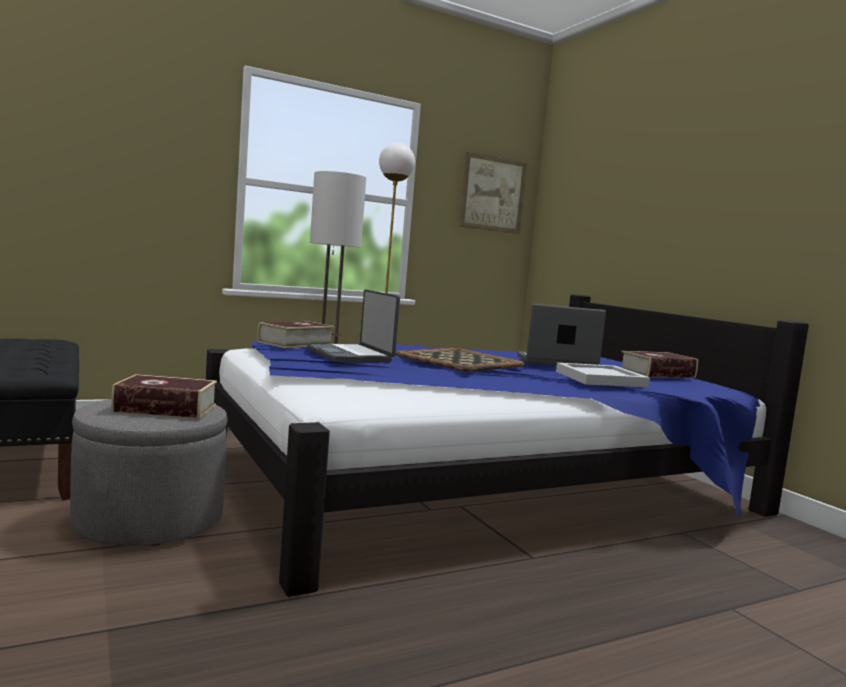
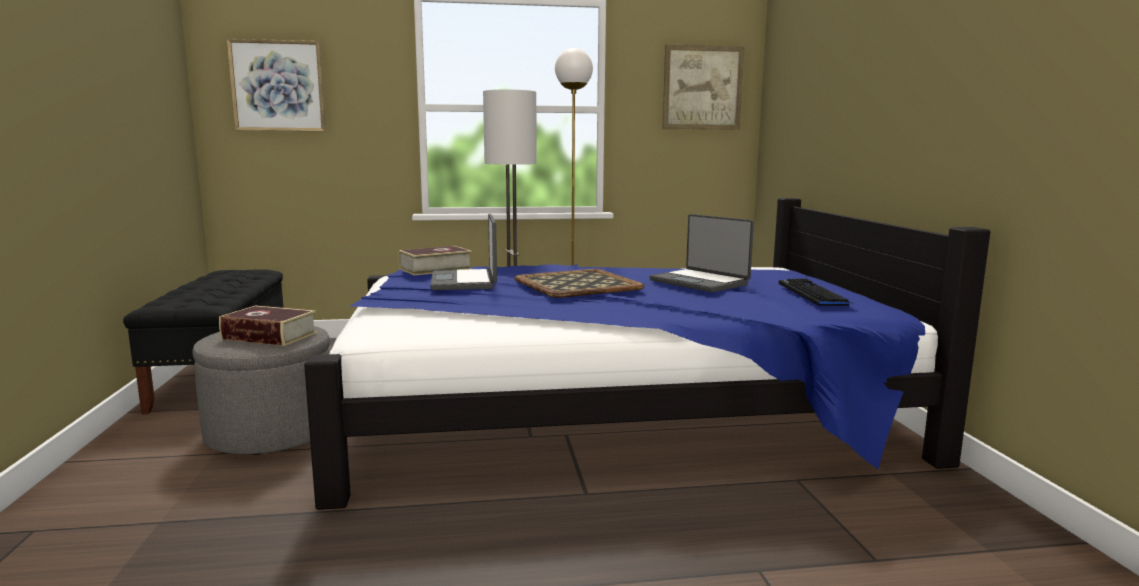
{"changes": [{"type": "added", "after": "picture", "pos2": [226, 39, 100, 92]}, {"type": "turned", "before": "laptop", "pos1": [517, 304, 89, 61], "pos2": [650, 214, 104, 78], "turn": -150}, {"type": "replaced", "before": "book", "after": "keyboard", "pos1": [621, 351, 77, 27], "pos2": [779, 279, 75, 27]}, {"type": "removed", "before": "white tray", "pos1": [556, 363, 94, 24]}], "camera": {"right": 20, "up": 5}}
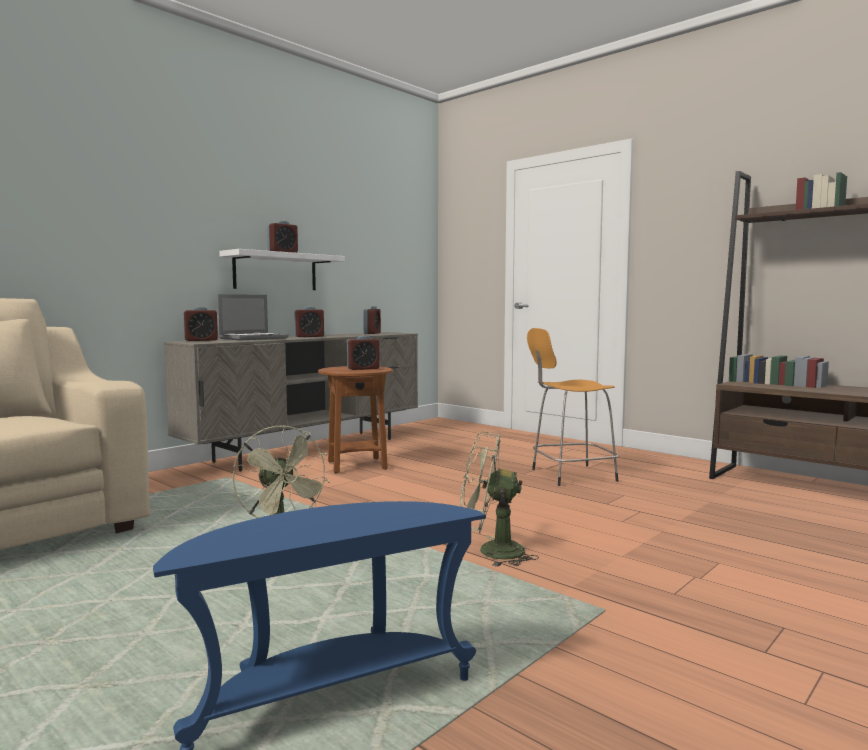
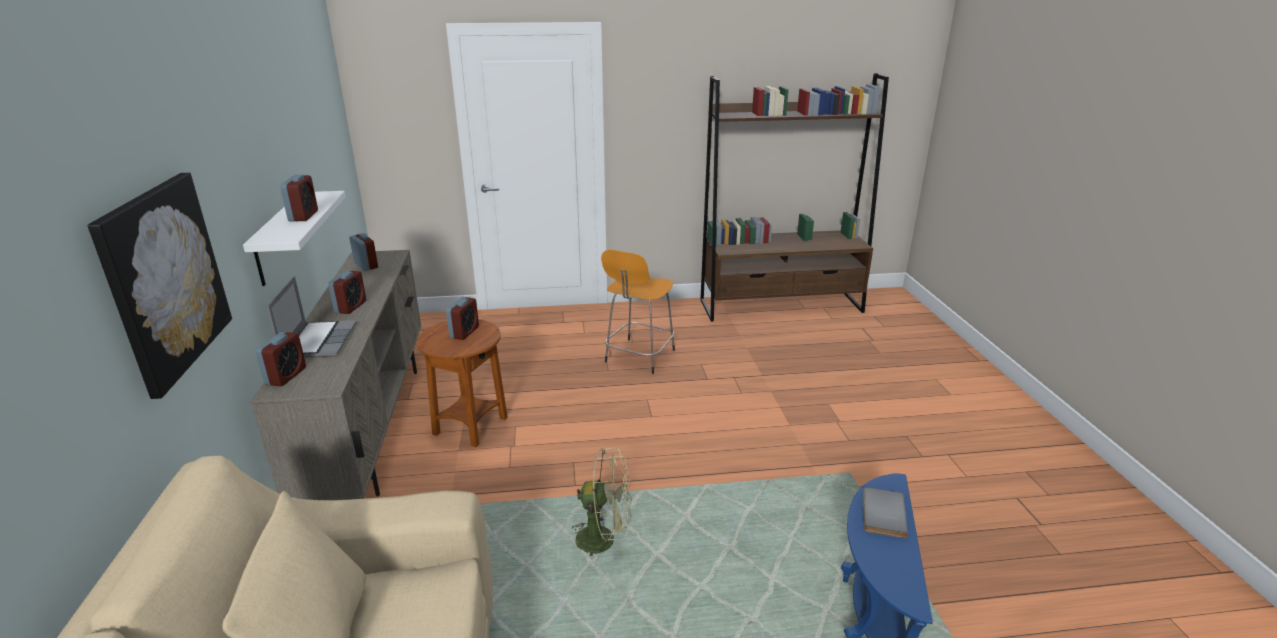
{"changes": [{"type": "added", "after": "picture", "pos2": [87, 173, 145, 226]}, {"type": "added", "after": "grey book", "pos2": [863, 487, 45, 52]}, {"type": "removed", "before": "green fan", "pos1": [460, 431, 79, 136]}], "camera": {"right": -50, "up": 20}}
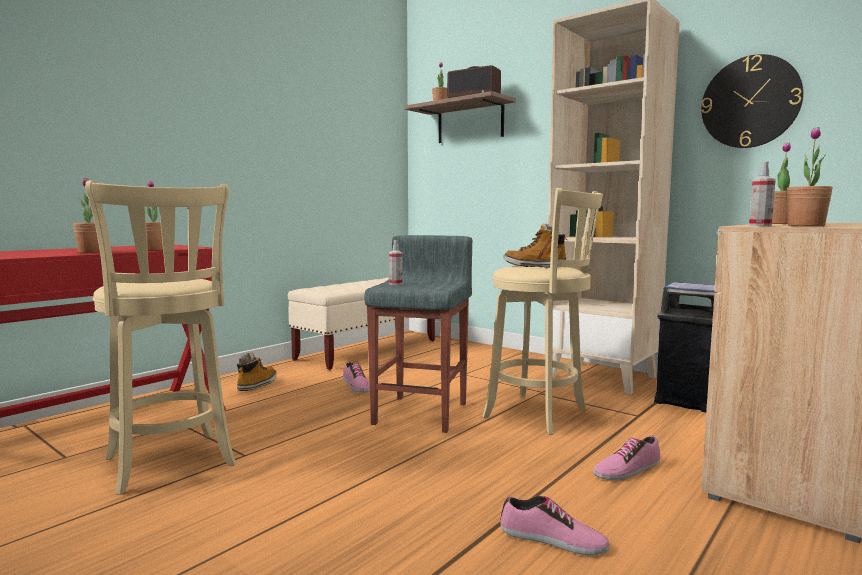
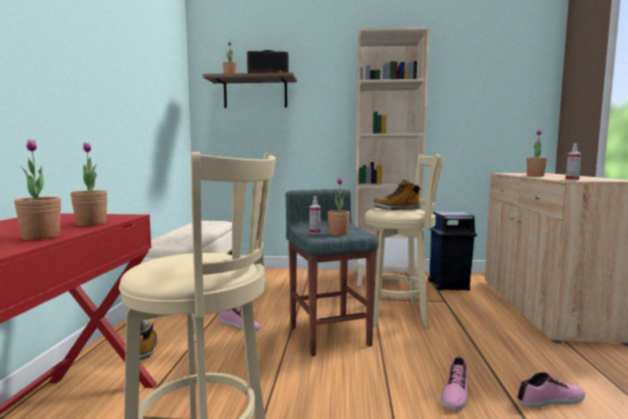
{"changes": [{"type": "moved", "before": "potted plant", "pos1": [787, 127, 46, 99], "pos2": [328, 178, 22, 57]}, {"type": "moved", "before": "shoe", "pos1": [593, 436, 67, 44], "pos2": [440, 356, 28, 54]}, {"type": "removed", "before": "wall clock", "pos1": [701, 54, 103, 94]}], "camera": {"right": -35, "up": 0}}
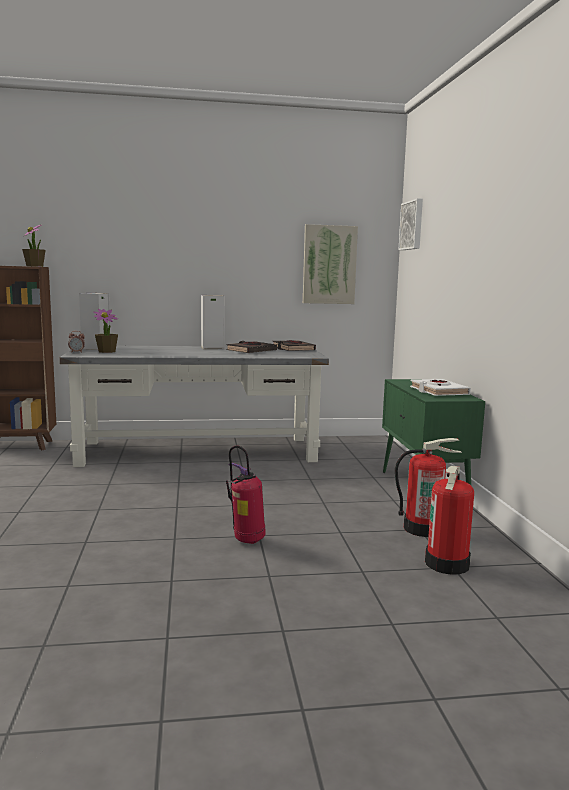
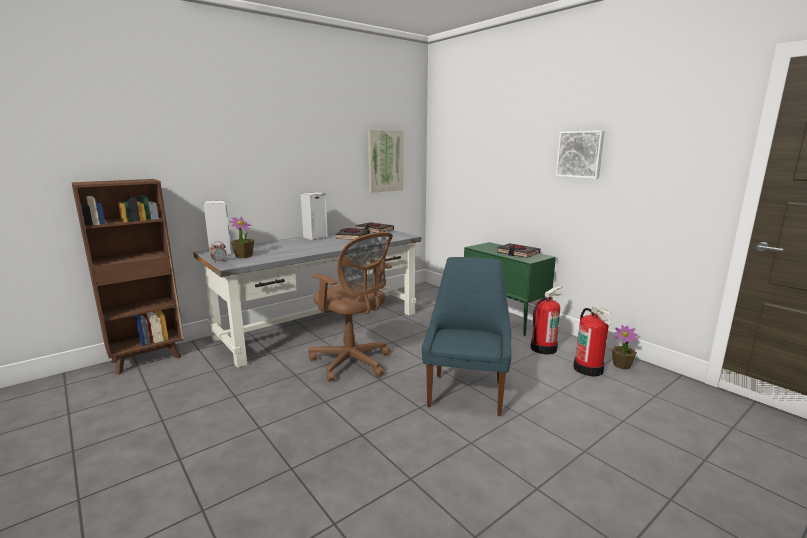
{"changes": [{"type": "added", "after": "brown office chair", "pos2": [308, 232, 85, 150]}, {"type": "replaced", "before": "fire extinguisher", "after": "blue chair", "pos1": [226, 445, 40, 99], "pos2": [422, 257, 90, 159]}, {"type": "recoloured", "before": "white book", "after": "black book", "pos1": [410, 379, 61, 17], "pos2": [497, 243, 43, 15]}, {"type": "moved", "before": "picture", "pos1": [398, 198, 25, 52], "pos2": [556, 131, 49, 48]}, {"type": "moved", "before": "potted plant", "pos1": [22, 225, 24, 42], "pos2": [612, 325, 26, 44]}], "camera": {"right": -30, "up": 5}}
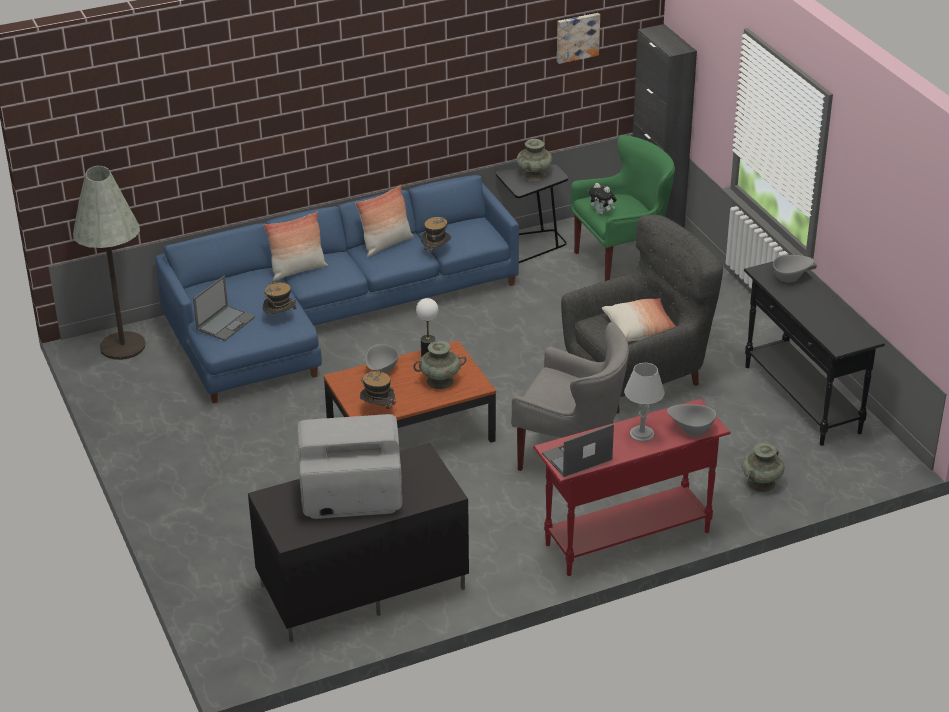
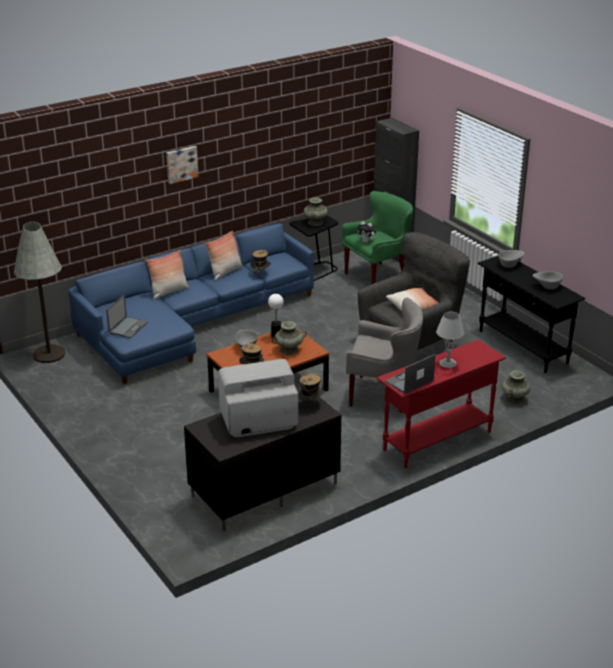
{"changes": [{"type": "moved", "before": "picture", "pos1": [557, 13, 43, 51], "pos2": [166, 146, 32, 38]}, {"type": "moved", "before": "hat", "pos1": [262, 280, 35, 34], "pos2": [297, 372, 27, 29]}, {"type": "moved", "before": "grey bowl", "pos1": [667, 404, 49, 32], "pos2": [533, 271, 30, 19]}], "camera": {"right": -10, "up": -5}}
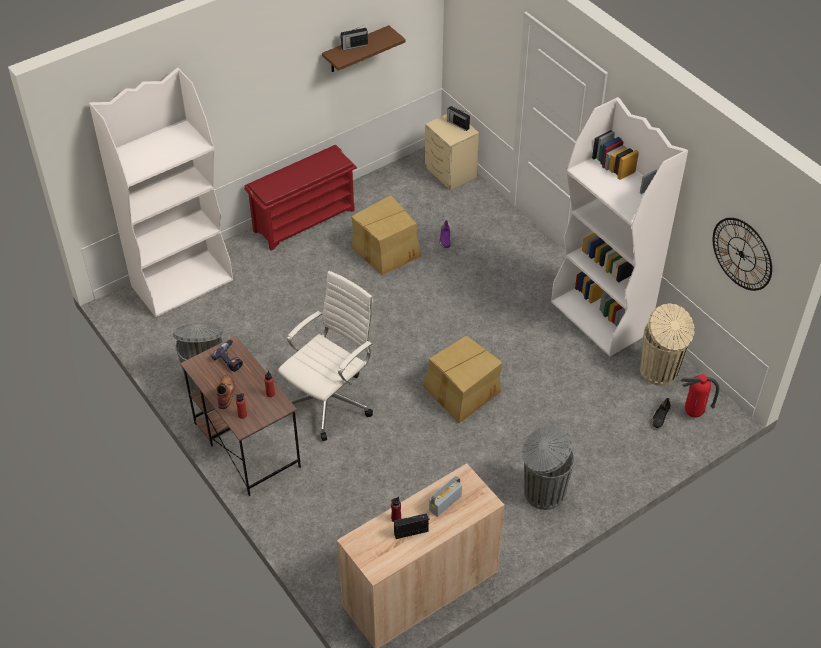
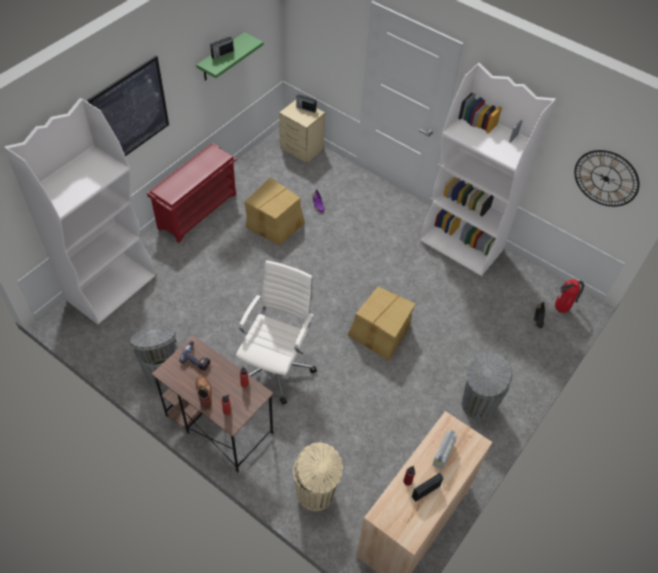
{"changes": [{"type": "added", "after": "picture", "pos2": [88, 55, 81, 101]}, {"type": "recoloured", "before": "brown shelf", "after": "green shelf", "pos1": [322, 25, 84, 47], "pos2": [196, 32, 68, 49]}, {"type": "moved", "before": "beige trash can", "pos1": [640, 303, 55, 83], "pos2": [293, 443, 50, 68]}], "camera": {"right": -20, "up": 5}}
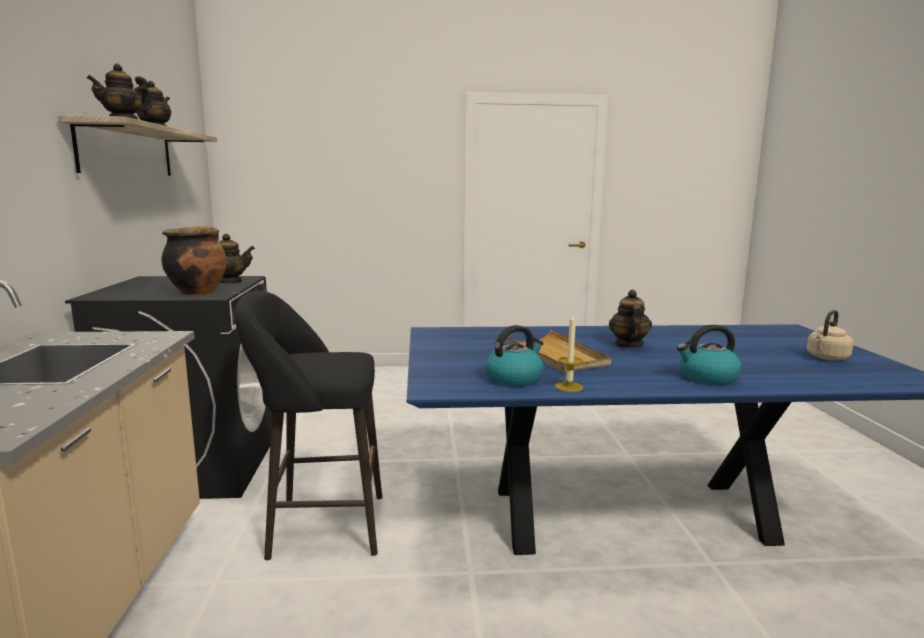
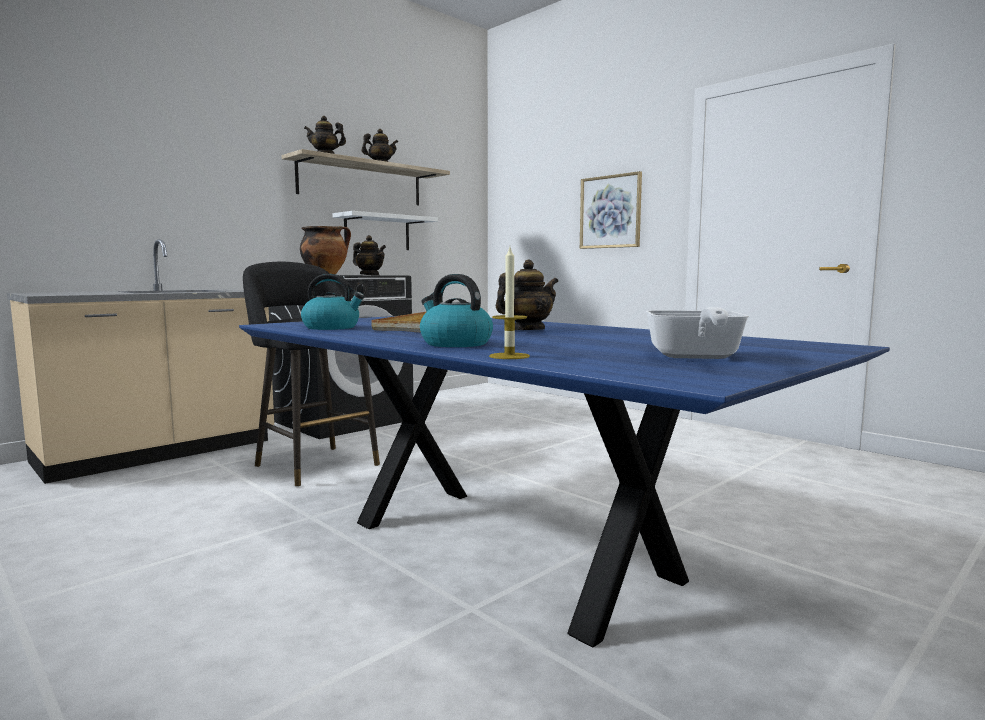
{"changes": [{"type": "added", "after": "white shelf", "pos2": [332, 211, 106, 39]}, {"type": "moved", "before": "candle", "pos1": [555, 314, 29, 78], "pos2": [489, 247, 41, 112]}, {"type": "added", "after": "picture", "pos2": [580, 171, 62, 78]}, {"type": "replaced", "before": "beige kettle", "after": "frying pan", "pos1": [807, 310, 47, 50], "pos2": [646, 307, 103, 52]}], "camera": {"right": 50, "up": -5}}
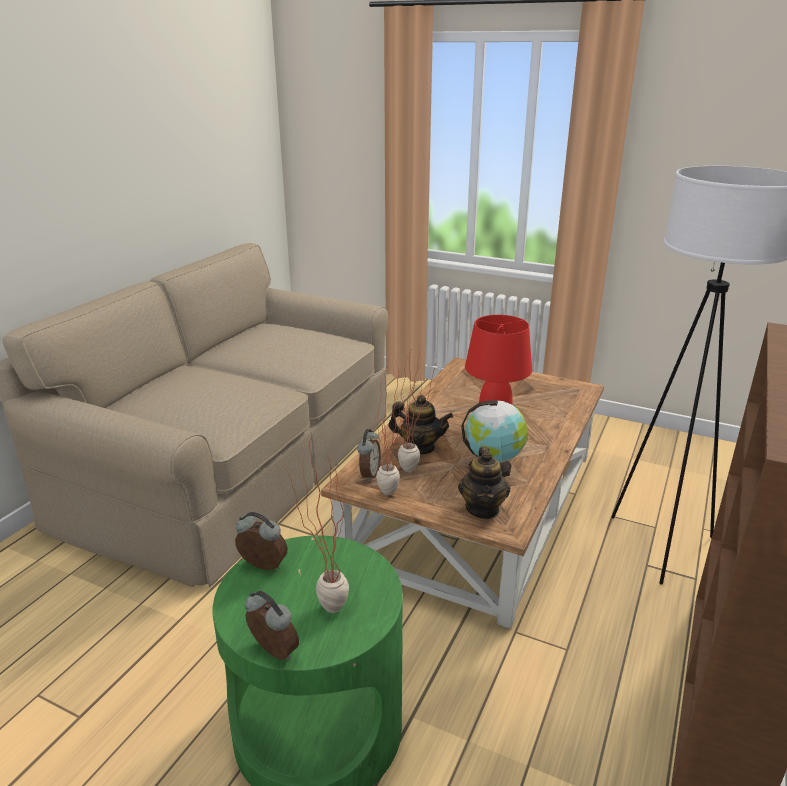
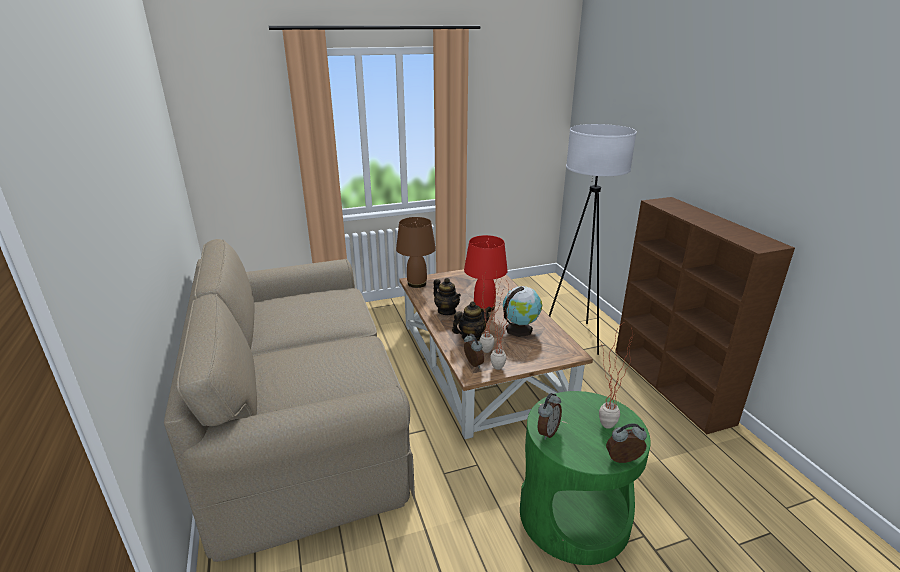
{"changes": [{"type": "added", "after": "brown table lamp", "pos2": [396, 217, 40, 71]}, {"type": "moved", "before": "teapot", "pos1": [458, 447, 53, 72], "pos2": [433, 278, 28, 37]}, {"type": "turned", "before": "alarm clock", "pos1": [235, 512, 52, 58], "pos2": [538, 393, 24, 47], "turn": 150}], "camera": {"right": -45, "up": 0}}
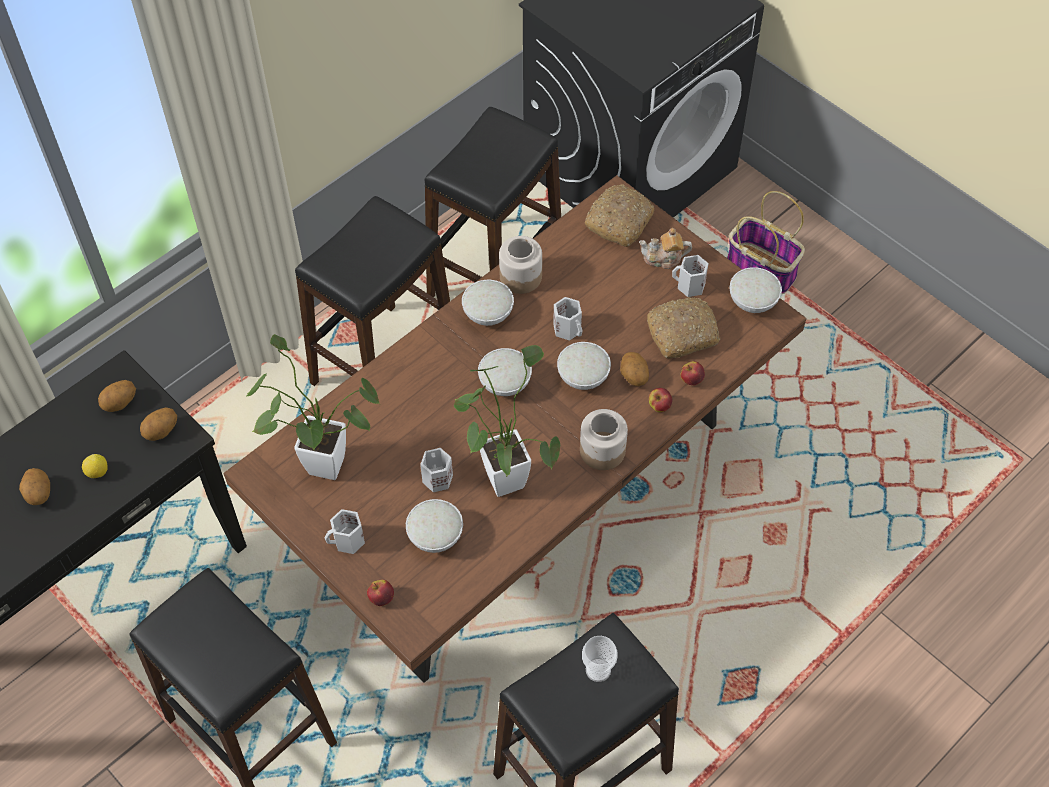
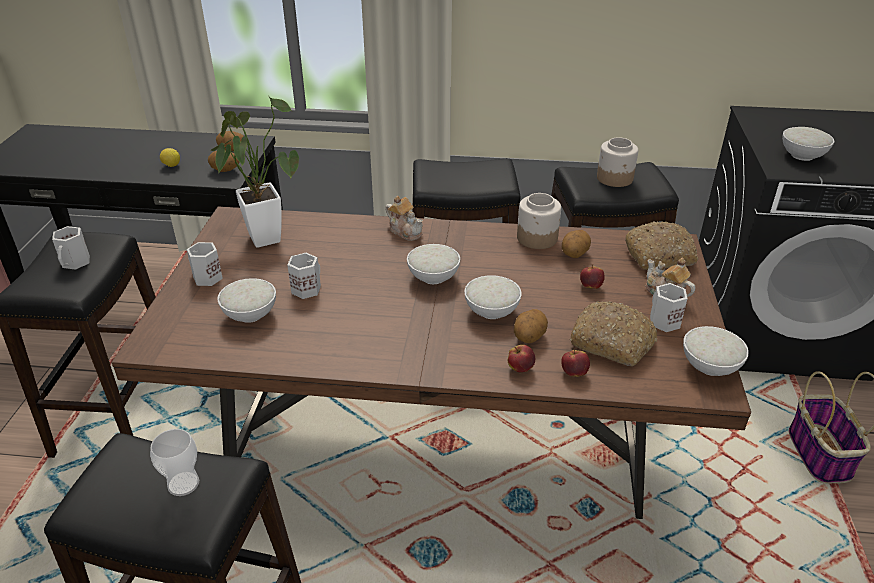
{"changes": [{"type": "moved", "before": "white mug", "pos1": [553, 297, 30, 44], "pos2": [52, 226, 38, 44]}, {"type": "added", "after": "teapot", "pos2": [385, 196, 38, 45]}, {"type": "moved", "before": "potato", "pos1": [19, 468, 31, 37], "pos2": [562, 230, 29, 28]}, {"type": "moved", "before": "apple", "pos1": [367, 580, 27, 26], "pos2": [580, 264, 25, 25]}, {"type": "moved", "before": "jar", "pos1": [580, 409, 48, 61], "pos2": [597, 137, 41, 50]}, {"type": "moved", "before": "white bowl", "pos1": [462, 280, 52, 46], "pos2": [782, 127, 52, 34]}, {"type": "removed", "before": "potted plant", "pos1": [454, 345, 106, 152]}], "camera": {"right": 50, "up": -20}}
